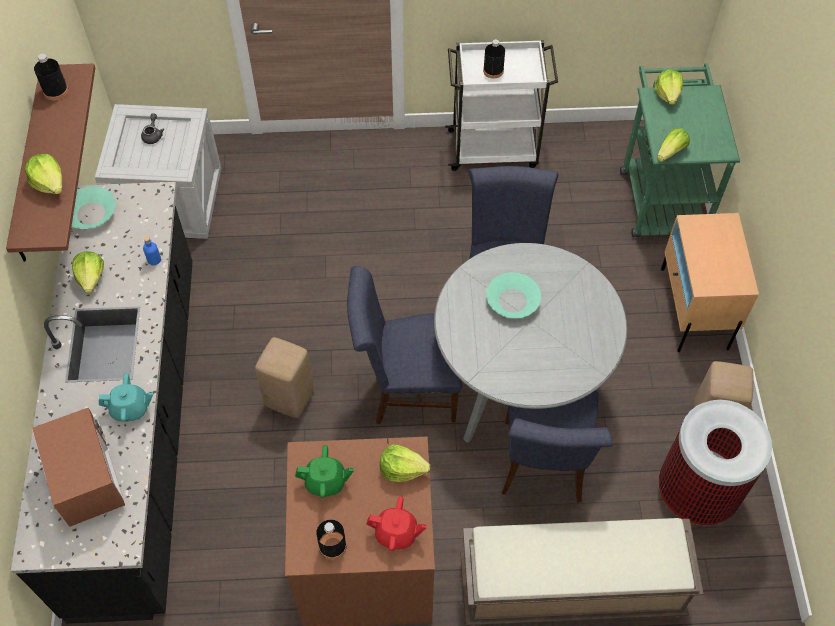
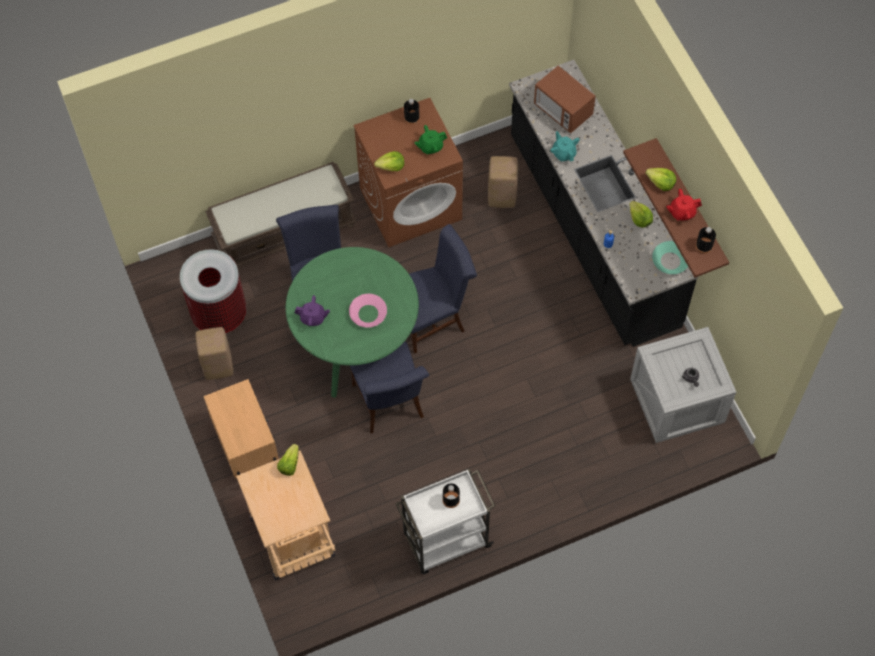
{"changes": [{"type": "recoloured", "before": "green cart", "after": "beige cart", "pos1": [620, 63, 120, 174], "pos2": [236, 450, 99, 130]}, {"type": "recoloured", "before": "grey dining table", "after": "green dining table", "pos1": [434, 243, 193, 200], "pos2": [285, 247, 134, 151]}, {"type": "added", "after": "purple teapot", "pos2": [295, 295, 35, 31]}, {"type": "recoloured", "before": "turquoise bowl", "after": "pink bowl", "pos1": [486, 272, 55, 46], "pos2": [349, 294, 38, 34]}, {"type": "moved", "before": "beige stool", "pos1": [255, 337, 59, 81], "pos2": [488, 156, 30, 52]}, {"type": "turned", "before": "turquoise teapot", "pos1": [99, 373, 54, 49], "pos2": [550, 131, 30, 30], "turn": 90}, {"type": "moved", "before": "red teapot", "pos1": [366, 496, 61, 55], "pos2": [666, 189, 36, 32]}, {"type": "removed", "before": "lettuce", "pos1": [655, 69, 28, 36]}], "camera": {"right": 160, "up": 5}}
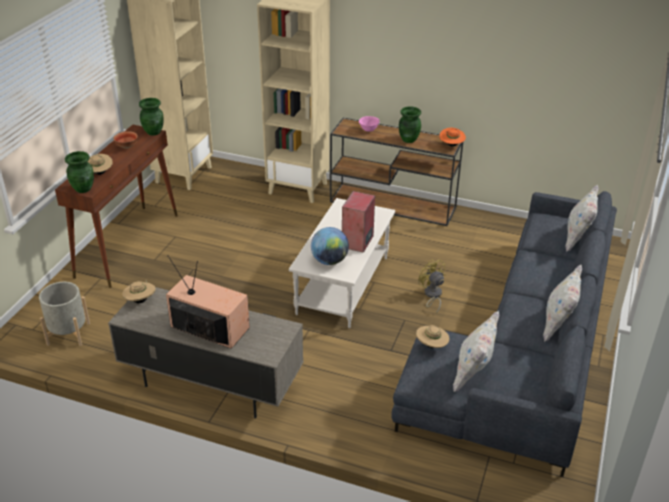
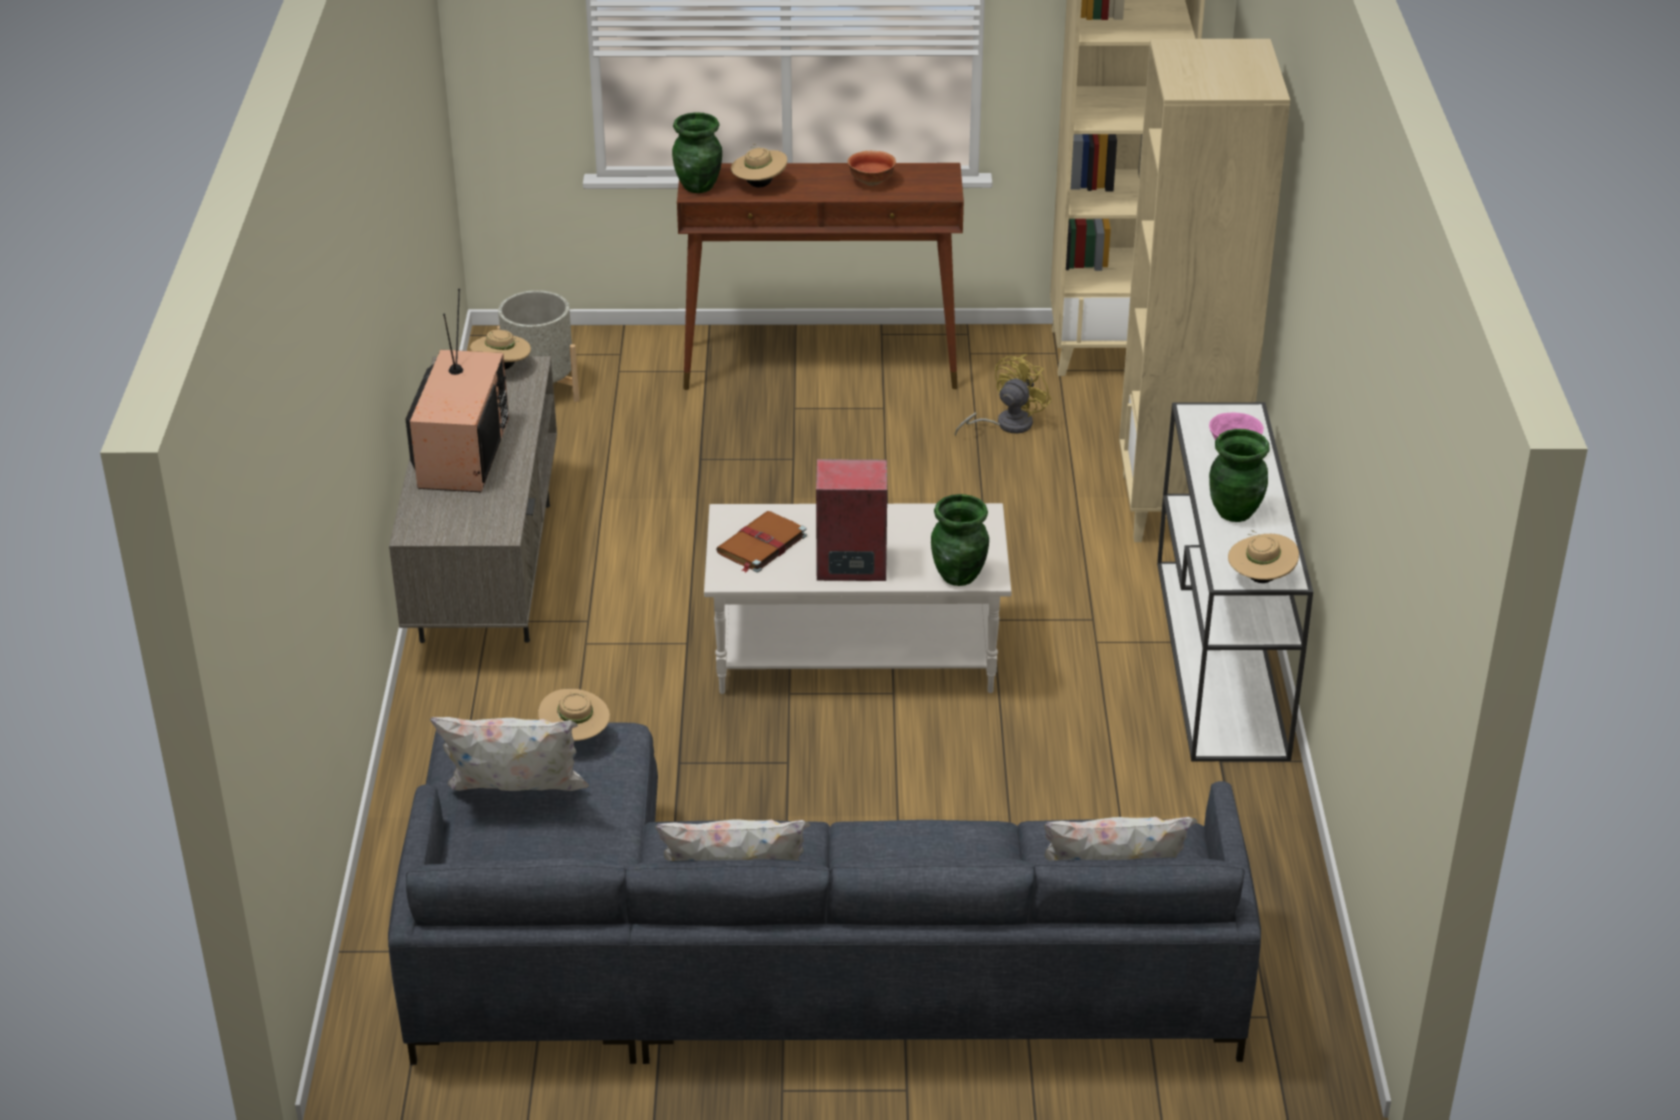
{"changes": [{"type": "replaced", "before": "globe", "after": "brown book", "pos1": [311, 227, 38, 38], "pos2": [716, 511, 91, 62]}, {"type": "moved", "before": "green vase", "pos1": [139, 98, 24, 38], "pos2": [931, 494, 58, 92]}, {"type": "moved", "before": "yellow fan", "pos1": [418, 259, 27, 55], "pos2": [955, 354, 97, 83]}, {"type": "recoloured", "before": "brown console table", "after": "white console table", "pos1": [330, 118, 133, 108], "pos2": [1157, 402, 156, 359]}, {"type": "recoloured", "before": "orange hat", "after": "beige hat", "pos1": [439, 128, 27, 18], "pos2": [1228, 530, 71, 53]}], "camera": {"right": 70, "up": 0}}
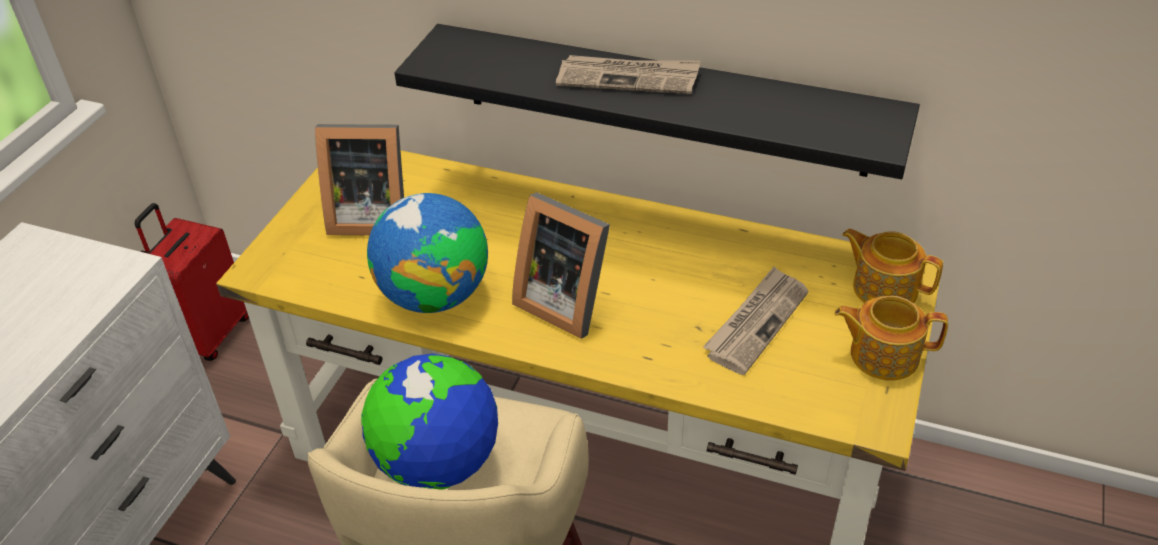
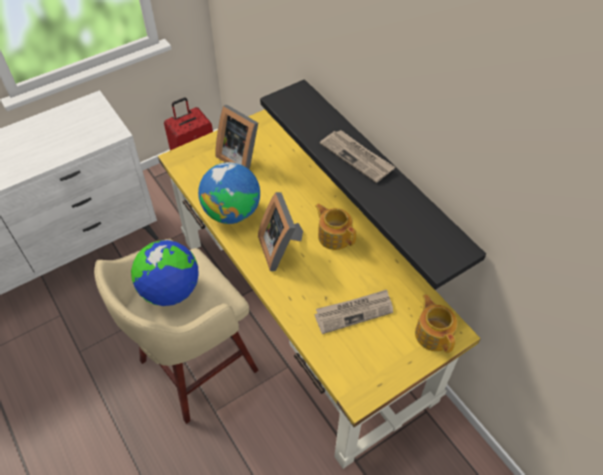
{"changes": [{"type": "moved", "before": "teapot", "pos1": [835, 296, 113, 85], "pos2": [315, 203, 41, 47]}], "camera": {"right": 35, "up": 10}}
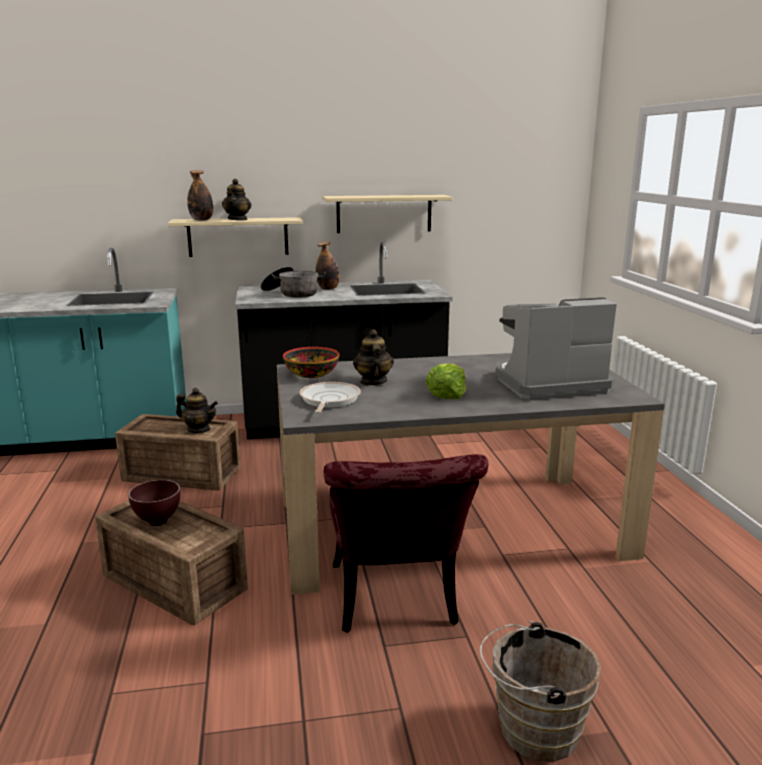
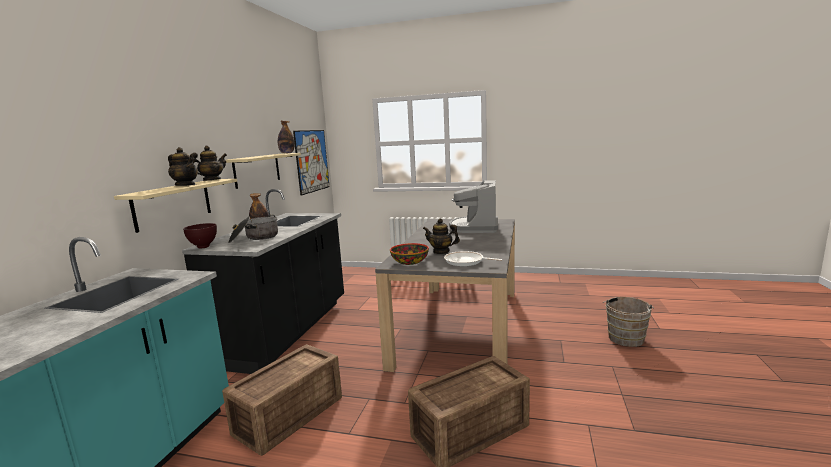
{"changes": [{"type": "moved", "before": "brown bowl", "pos1": [128, 480, 52, 46], "pos2": [183, 223, 34, 26]}, {"type": "moved", "before": "teapot", "pos1": [176, 388, 42, 45], "pos2": [190, 146, 37, 35]}, {"type": "moved", "before": "bottle", "pos1": [187, 170, 26, 51], "pos2": [278, 121, 17, 32]}, {"type": "added", "after": "picture", "pos2": [293, 130, 37, 66]}, {"type": "removed", "before": "red chair", "pos1": [324, 454, 165, 179]}, {"type": "removed", "before": "lettuce", "pos1": [426, 363, 40, 36]}], "camera": {"right": -65, "up": -5}}
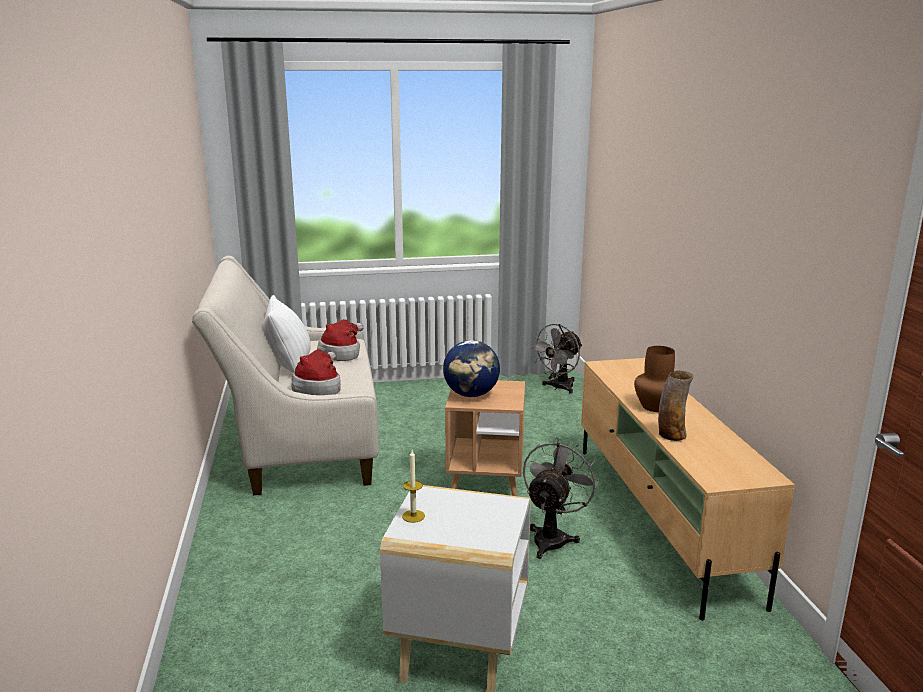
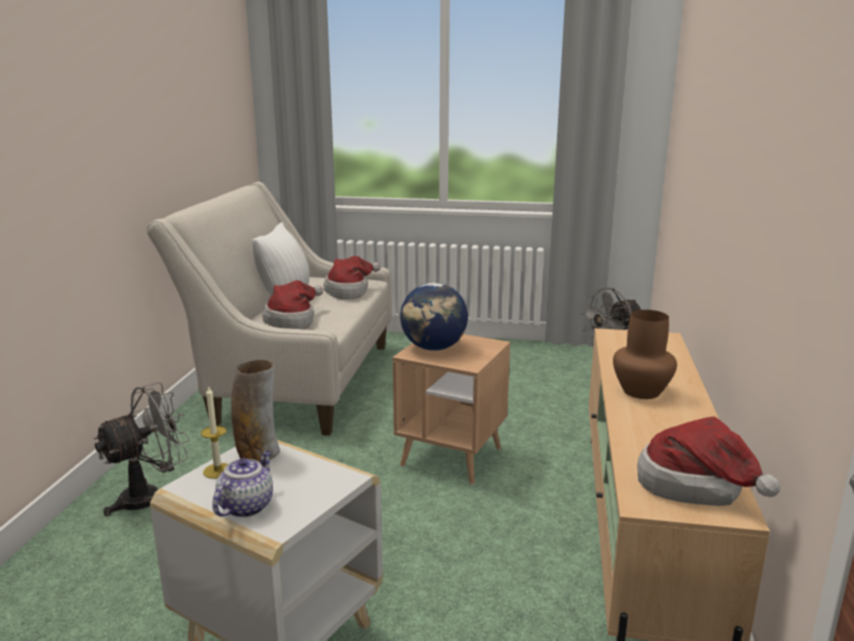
{"changes": [{"type": "moved", "before": "grey fan", "pos1": [523, 437, 76, 122], "pos2": [94, 382, 96, 134]}, {"type": "added", "after": "teapot", "pos2": [212, 451, 61, 66]}, {"type": "moved", "before": "vase", "pos1": [658, 370, 36, 71], "pos2": [231, 359, 49, 103]}, {"type": "added", "after": "hat", "pos2": [637, 416, 143, 90]}], "camera": {"right": 20, "up": 0}}
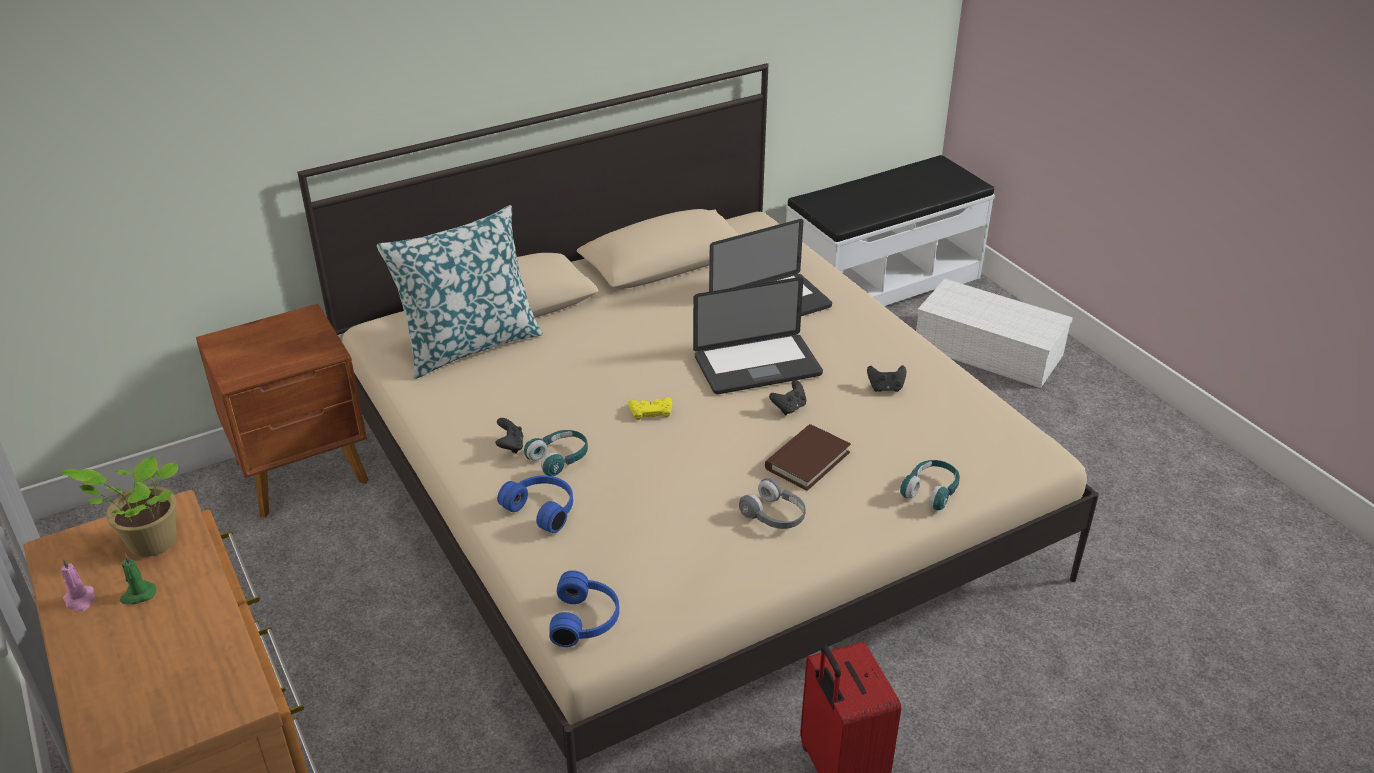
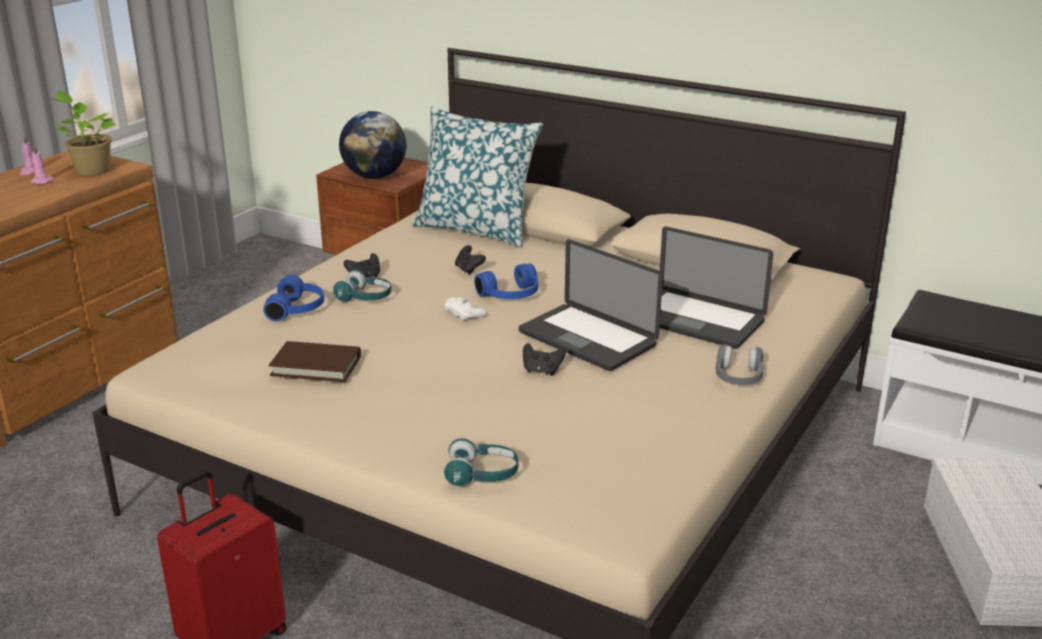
{"changes": [{"type": "recoloured", "before": "green candle", "after": "pink candle", "pos1": [120, 554, 36, 51], "pos2": [31, 145, 22, 39]}, {"type": "moved", "before": "brown book", "pos1": [765, 424, 86, 67], "pos2": [269, 341, 92, 41]}, {"type": "added", "after": "globe", "pos2": [339, 111, 67, 68]}, {"type": "recoloured", "before": "yellow game controller", "after": "white game controller", "pos1": [628, 397, 44, 23], "pos2": [444, 297, 43, 25]}, {"type": "moved", "before": "black game controller", "pos1": [867, 365, 39, 27], "pos2": [455, 245, 31, 30]}, {"type": "moved", "before": "blue headphones", "pos1": [549, 570, 70, 77], "pos2": [474, 264, 64, 35]}, {"type": "moved", "before": "grey headphones", "pos1": [739, 478, 66, 51], "pos2": [716, 344, 48, 41]}], "camera": {"right": 60, "up": -10}}
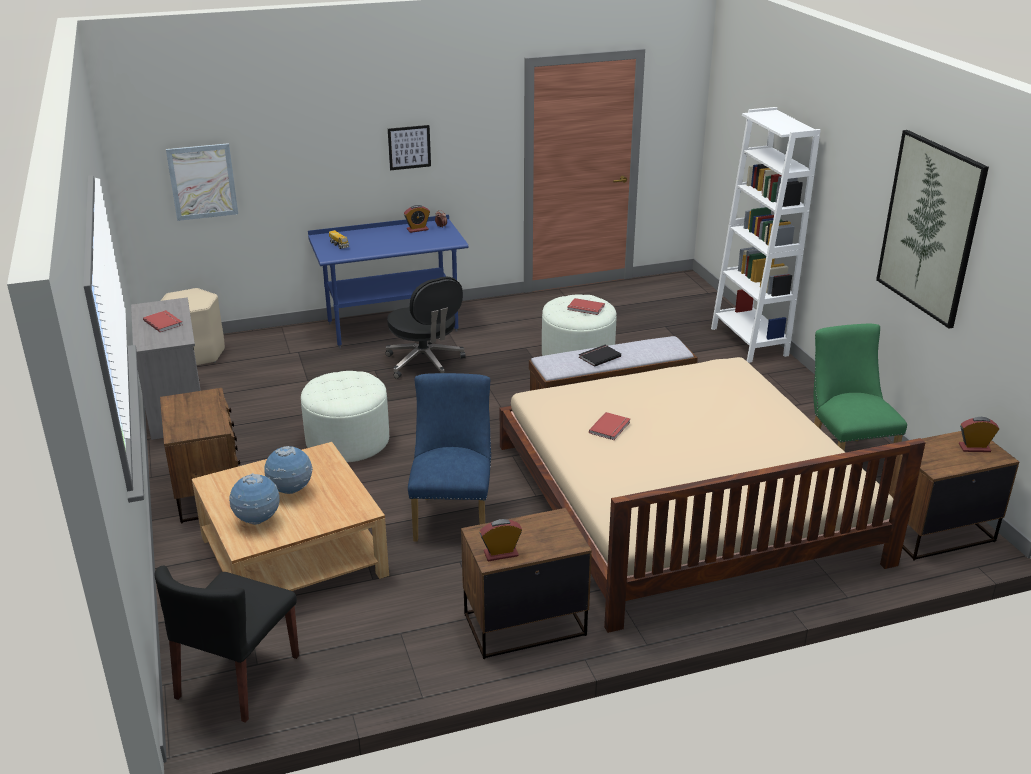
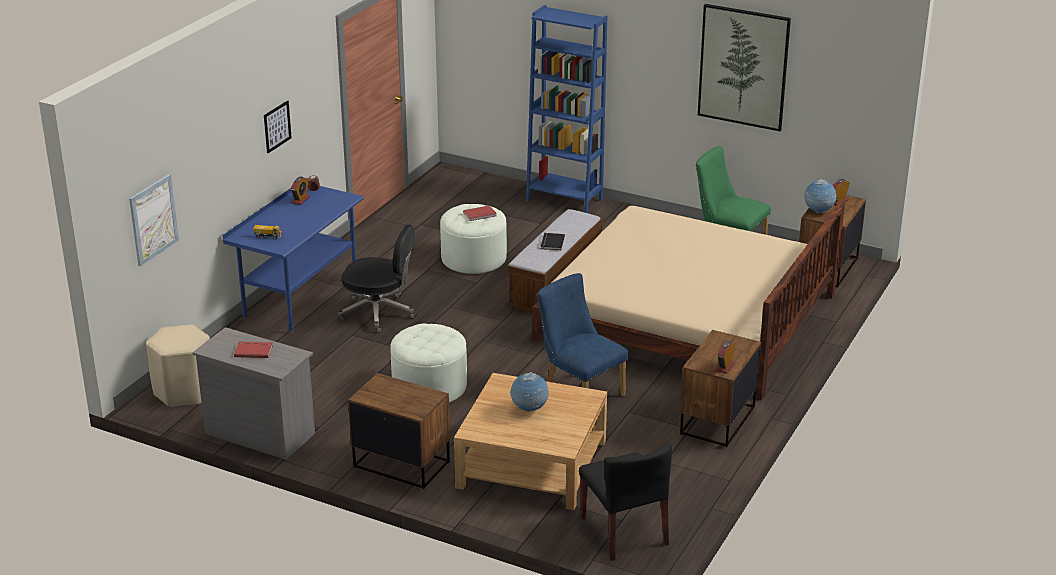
{"changes": [{"type": "recoloured", "before": "white bookcase", "after": "blue bookcase", "pos1": [711, 107, 110, 256], "pos2": [526, 5, 81, 208]}, {"type": "moved", "before": "globe", "pos1": [229, 473, 51, 52], "pos2": [804, 179, 33, 34]}, {"type": "removed", "before": "red book", "pos1": [589, 412, 41, 28]}], "camera": {"right": -45, "up": 0}}
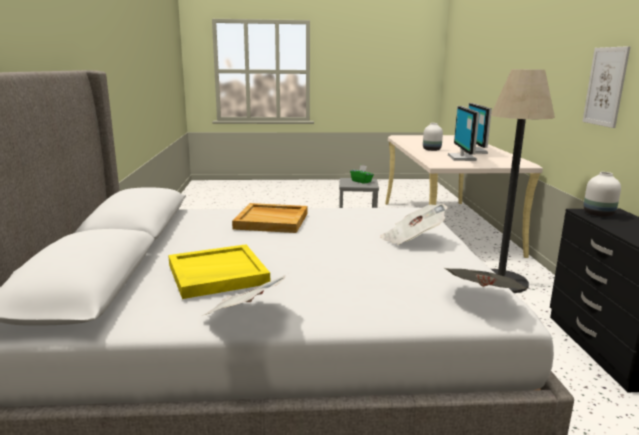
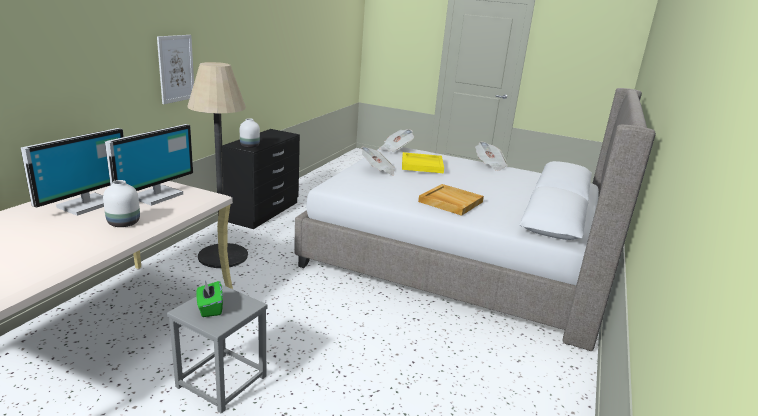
{"changes": [{"type": "moved", "before": "yellow tray", "pos1": [168, 244, 102, 55], "pos2": [402, 152, 42, 21]}], "camera": {"right": -155, "up": 5}}
